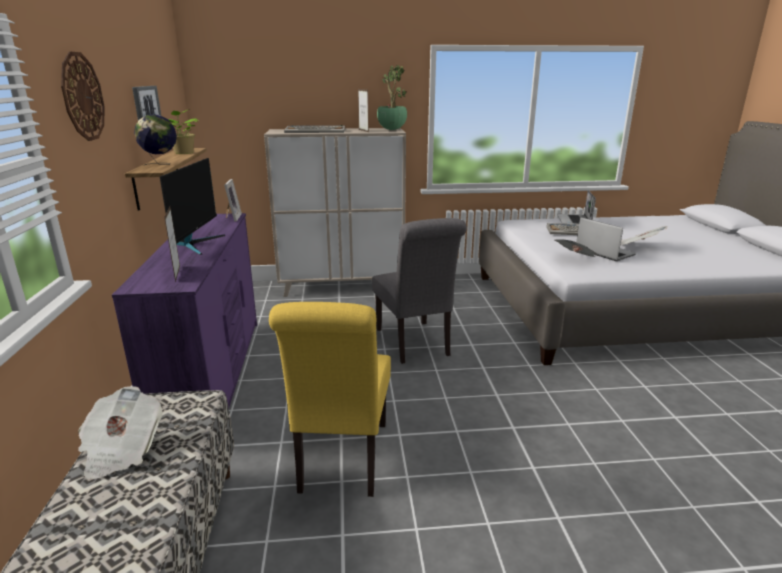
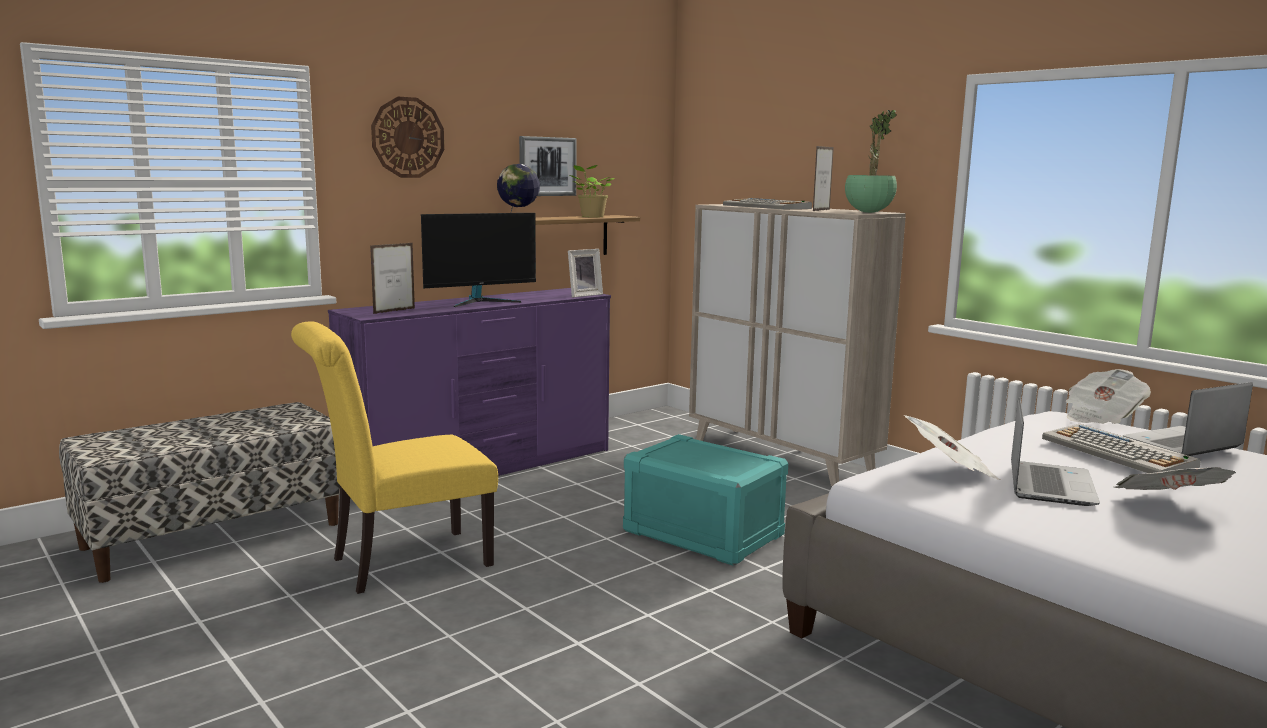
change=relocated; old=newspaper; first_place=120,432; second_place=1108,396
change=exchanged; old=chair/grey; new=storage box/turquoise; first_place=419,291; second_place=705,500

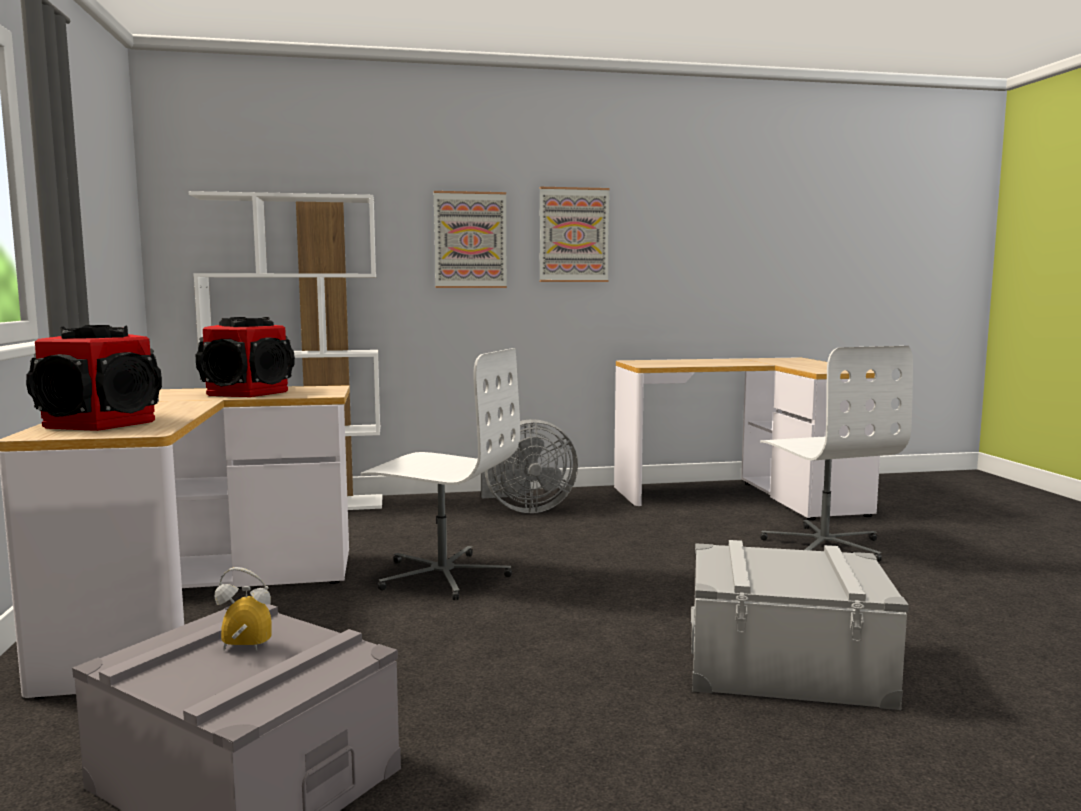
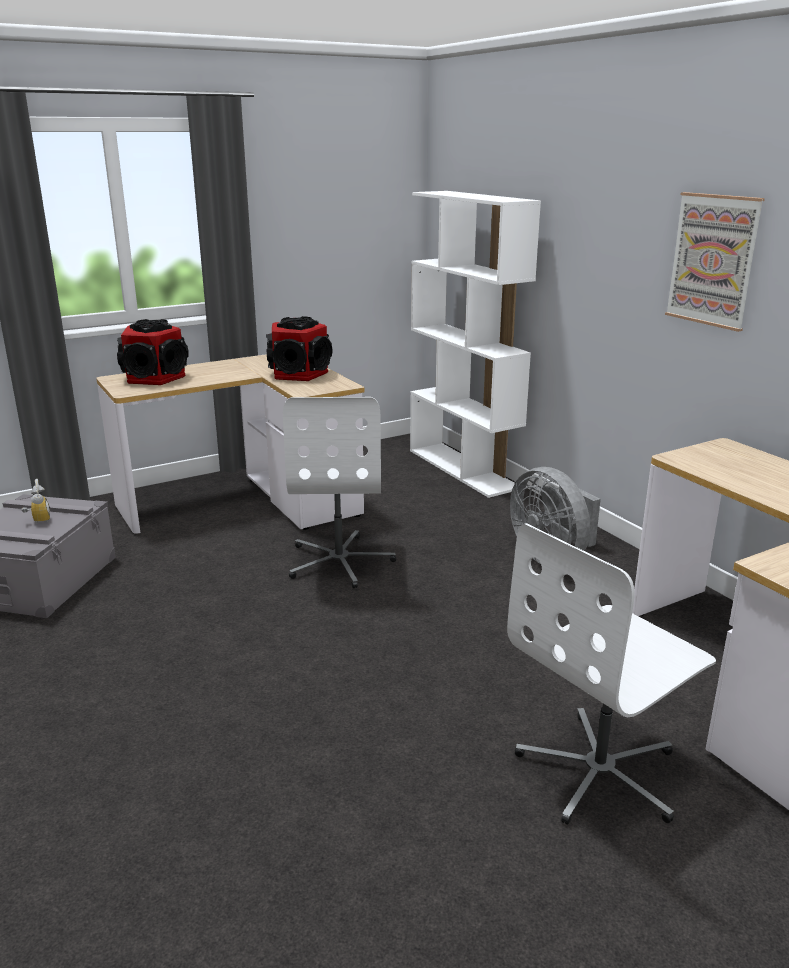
change=missing; old=picture; first_place=470,239
change=missing; old=storage box/grey; first_place=800,625

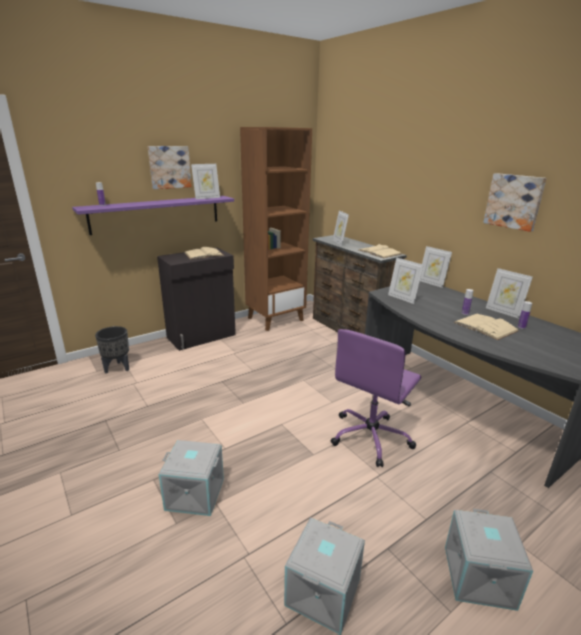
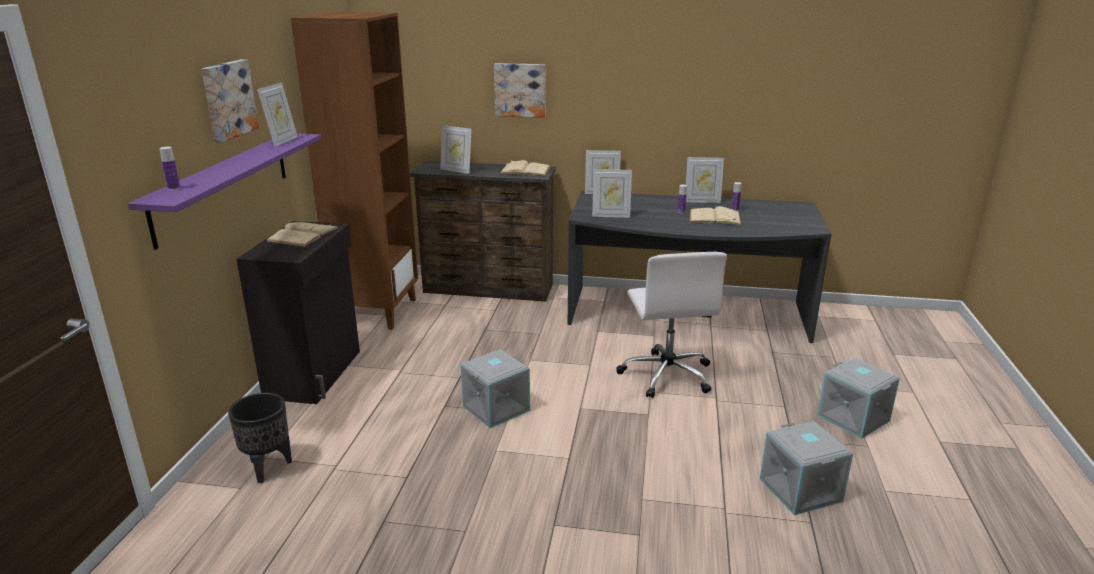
change=relocated; old=storage box/grey; first_place=191,478; second_place=495,388
change=relocated; old=picture; first_place=515,202; second_place=520,90
change=colour; old=office chair/purple; new=office chair/white; first_place=375,398; second_place=671,325

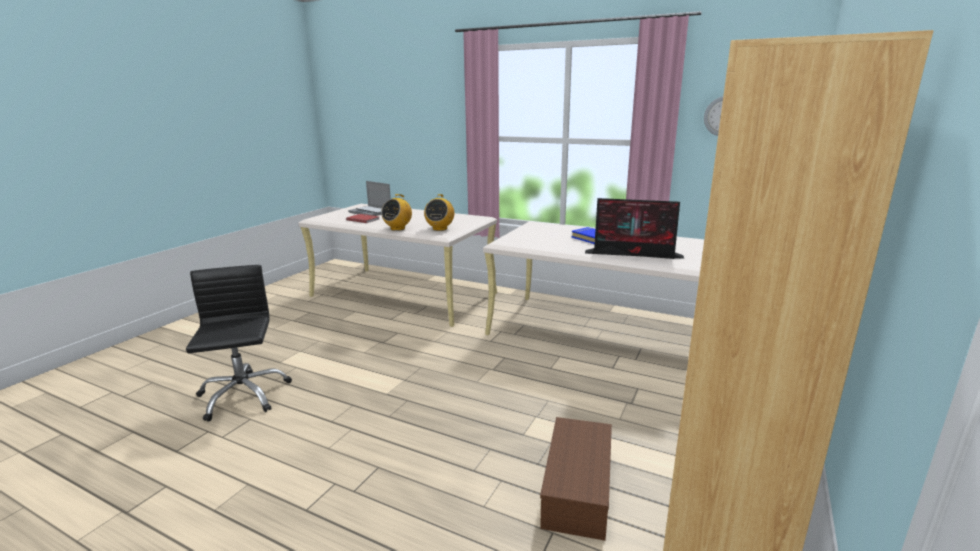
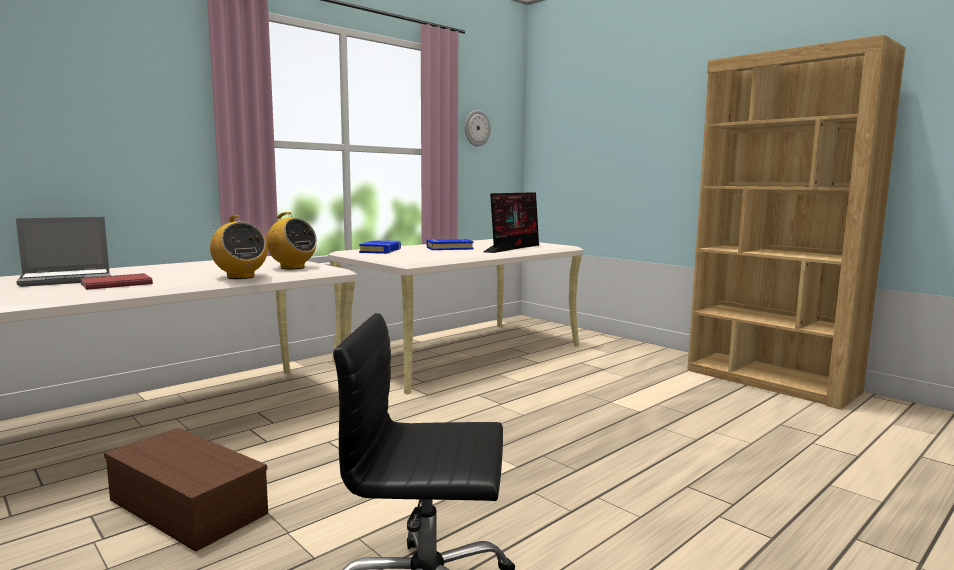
change=appeared; new=book/blue; second_place=380,247
change=relocated; old=storage box/brown; first_place=576,479; second_place=186,490

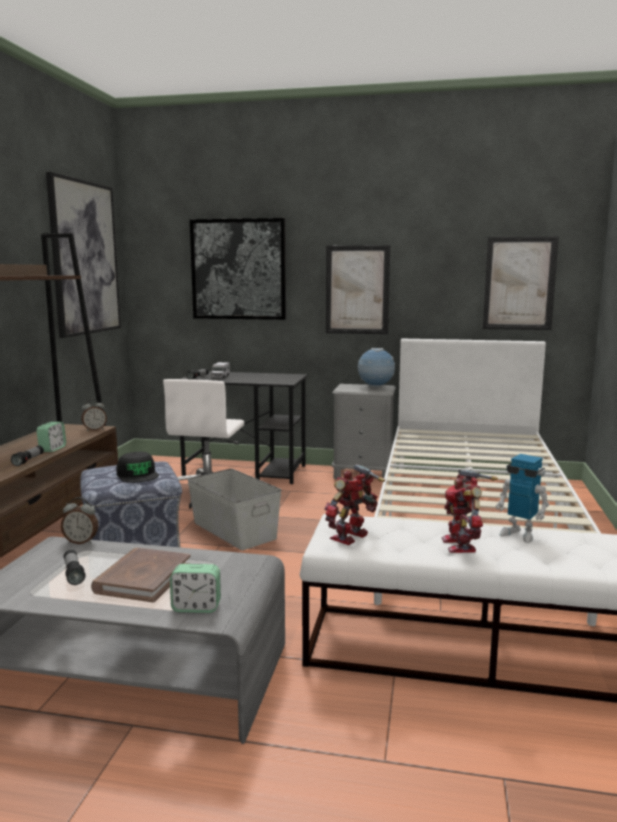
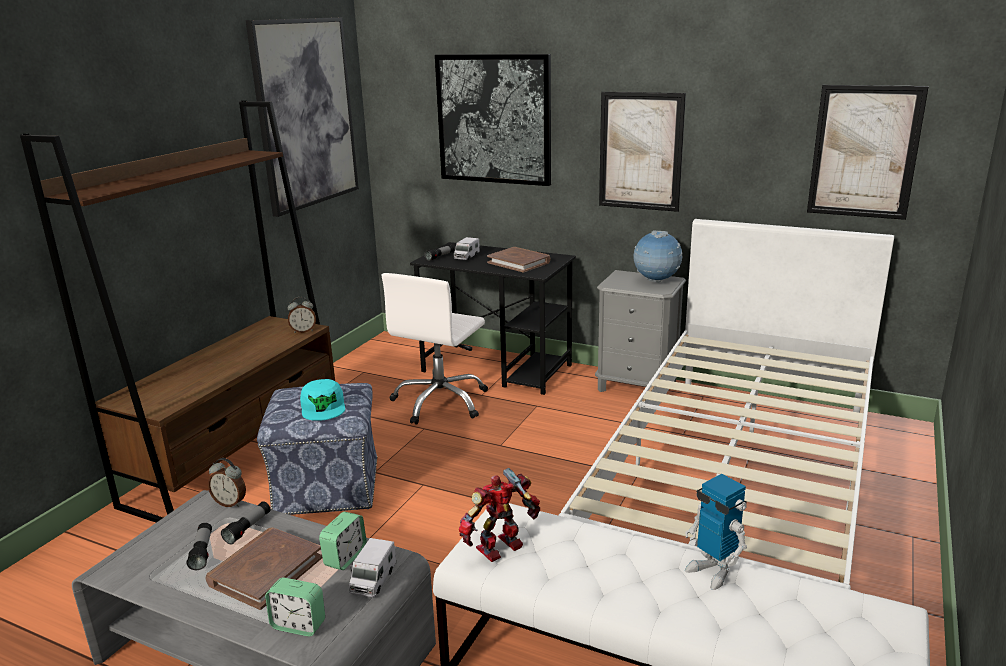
change=missing; old=storage box/grey; first_place=234,509
change=missing; old=toy robot; first_place=470,511
change=appeared; new=toy truck; second_place=372,568
change=appeared; new=book/brown; second_place=519,260
change=relocated; old=flashlight; first_place=27,455; second_place=245,522
change=relocated; old=alarm clock; first_place=51,437; second_place=343,541
change=colour; old=cap/black; new=cap/turquoise; first_place=137,467; second_place=322,400

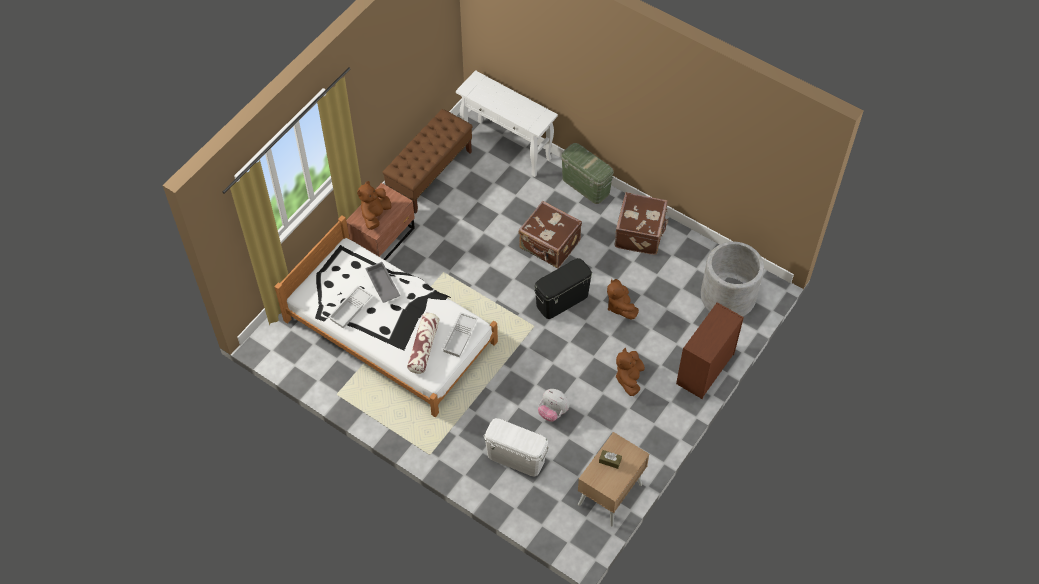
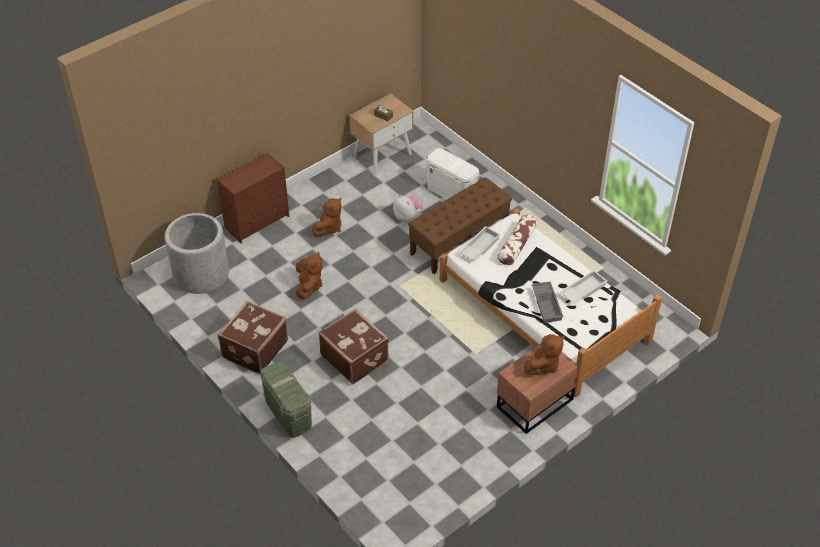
change=missing; old=console table/white; first_place=507,123
change=missing; old=storage box/black; first_place=563,288
change=relocated; old=bench/brown; first_place=427,161; second_place=460,225

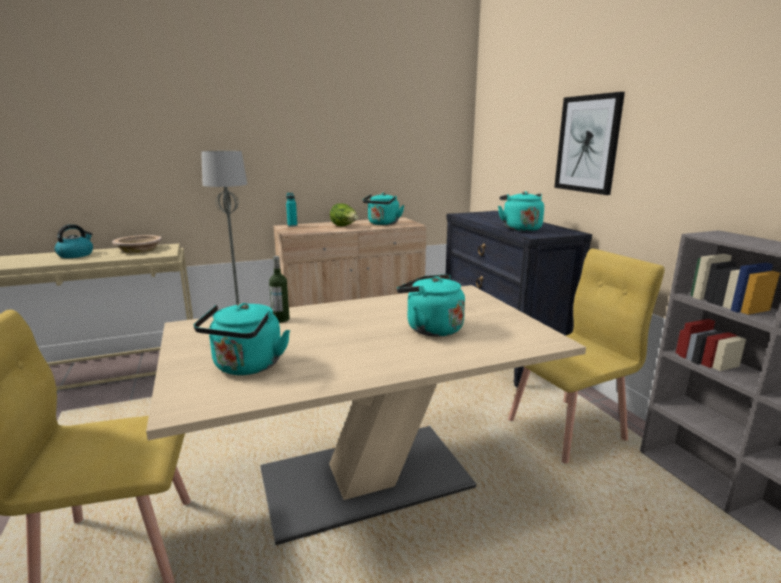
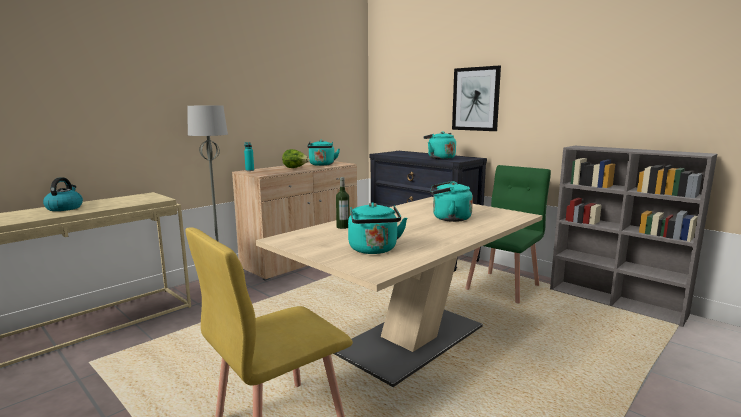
change=missing; old=bowl/beige; first_place=137,244
change=colour; old=chair/yellow; new=chair/green; first_place=586,356; second_place=508,234

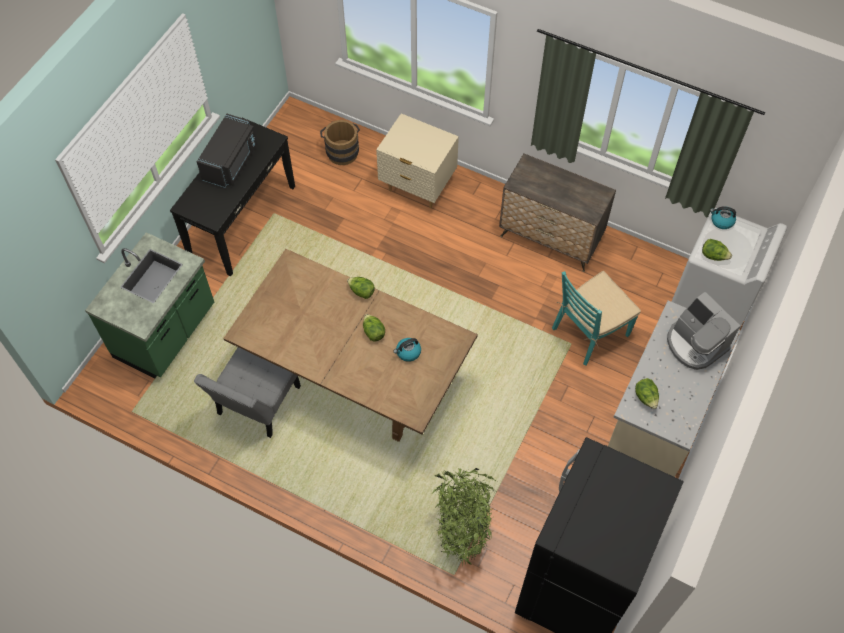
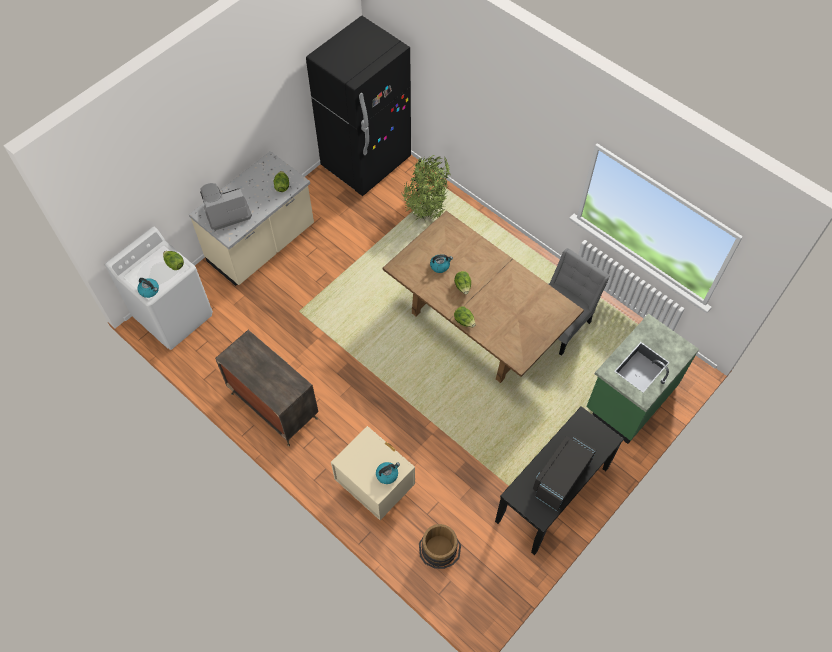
change=missing; old=chair/turquoise; first_place=596,318
change=appeared; new=kettle; second_place=388,473
change=spun; old=coffee machine; first_place=704,331; second_place=226,206; degrees=-90

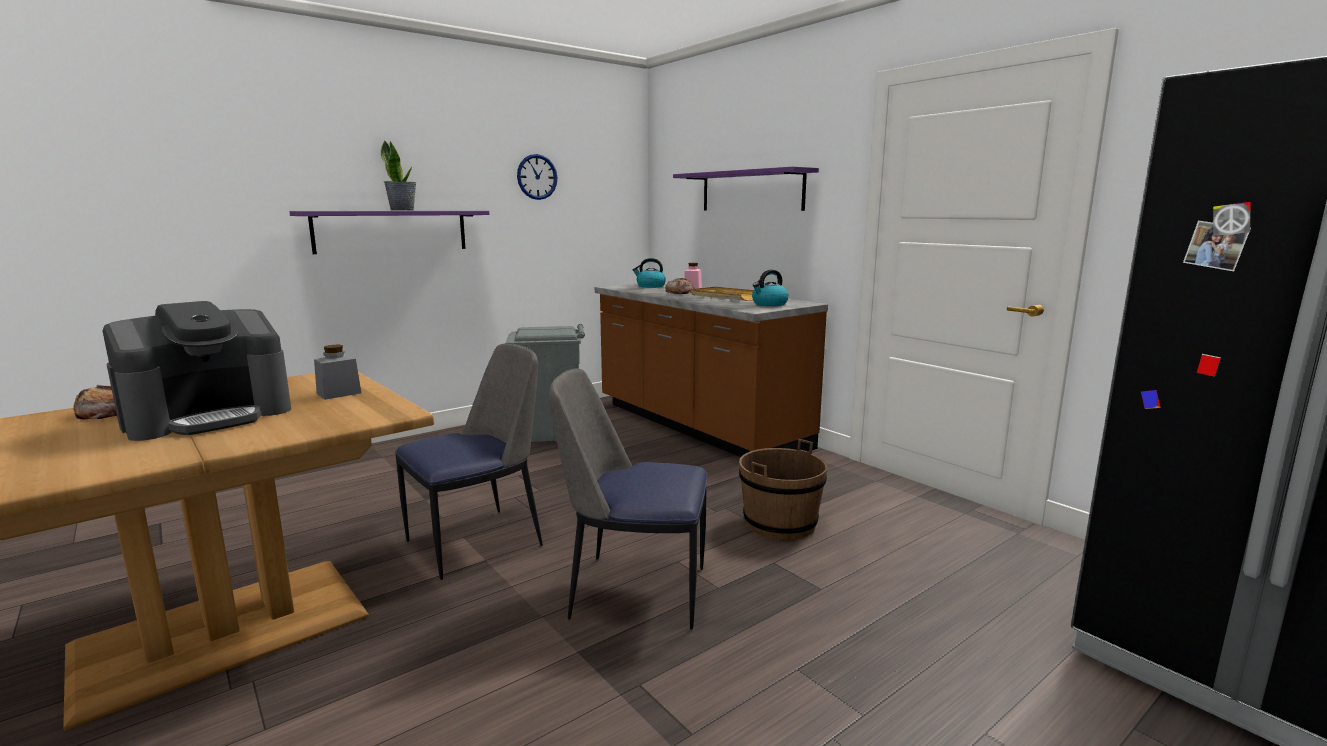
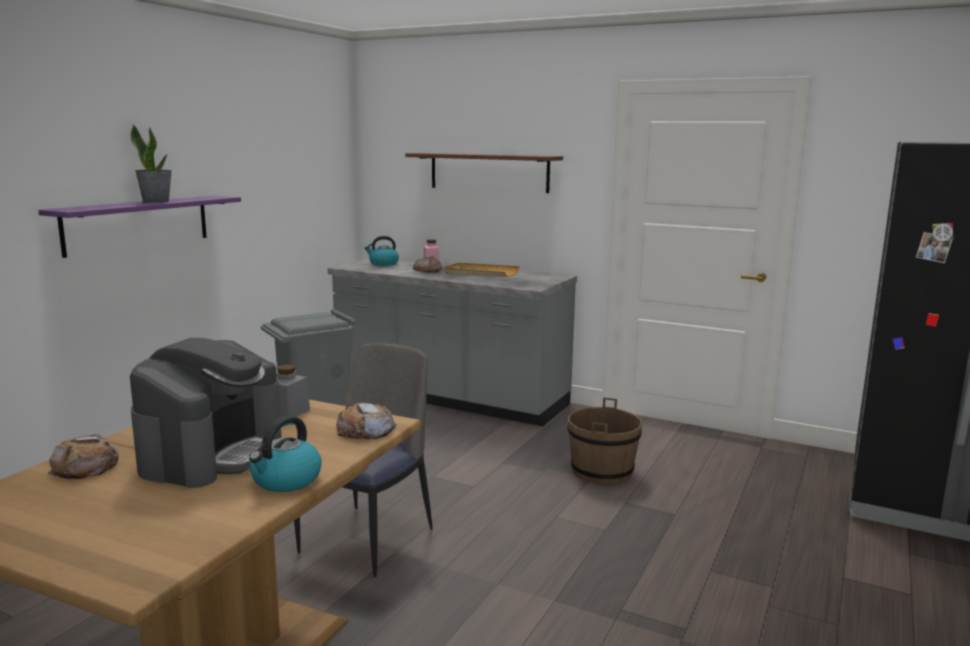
change=missing; old=wall clock; first_place=537,177
change=missing; old=chair; first_place=628,499
change=appeared; new=bread; second_place=366,421
change=relocated; old=kettle; first_place=770,288; second_place=285,454
change=colour; old=counter/brown; new=counter/grey; first_place=711,369; second_place=452,342
change=colour; old=shelf/purple; new=shelf/brown; first_place=746,188; second_place=484,173

